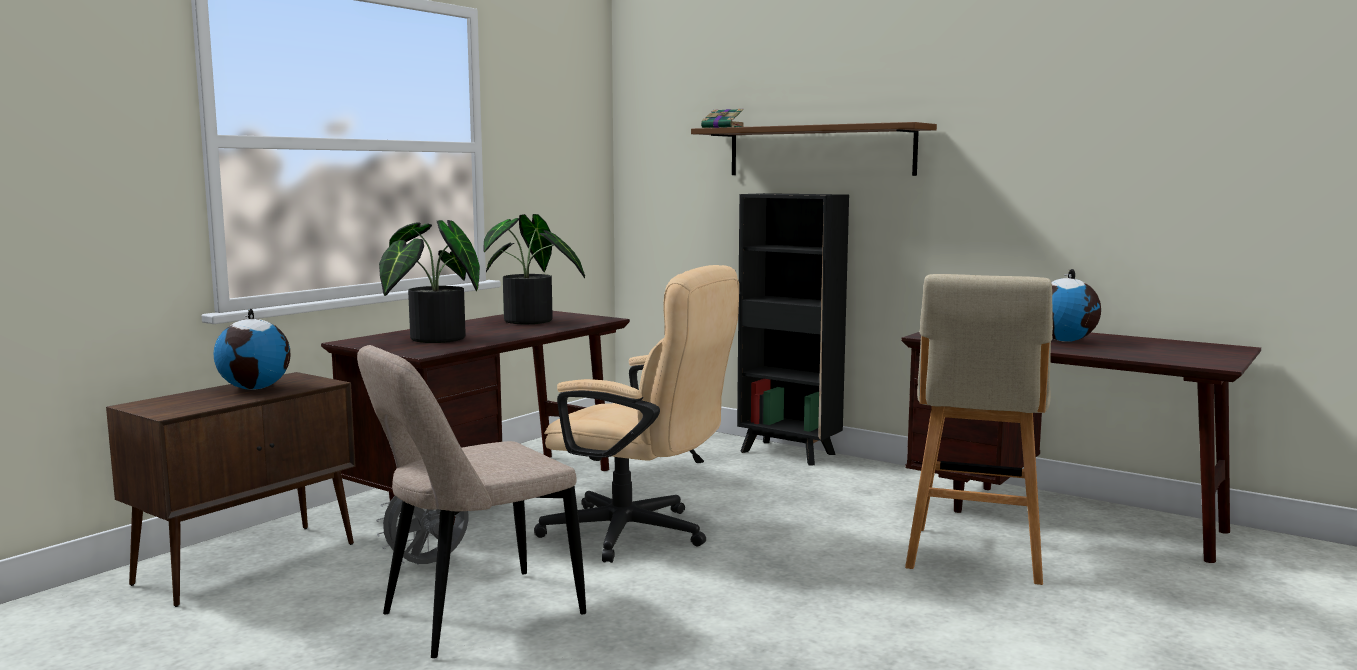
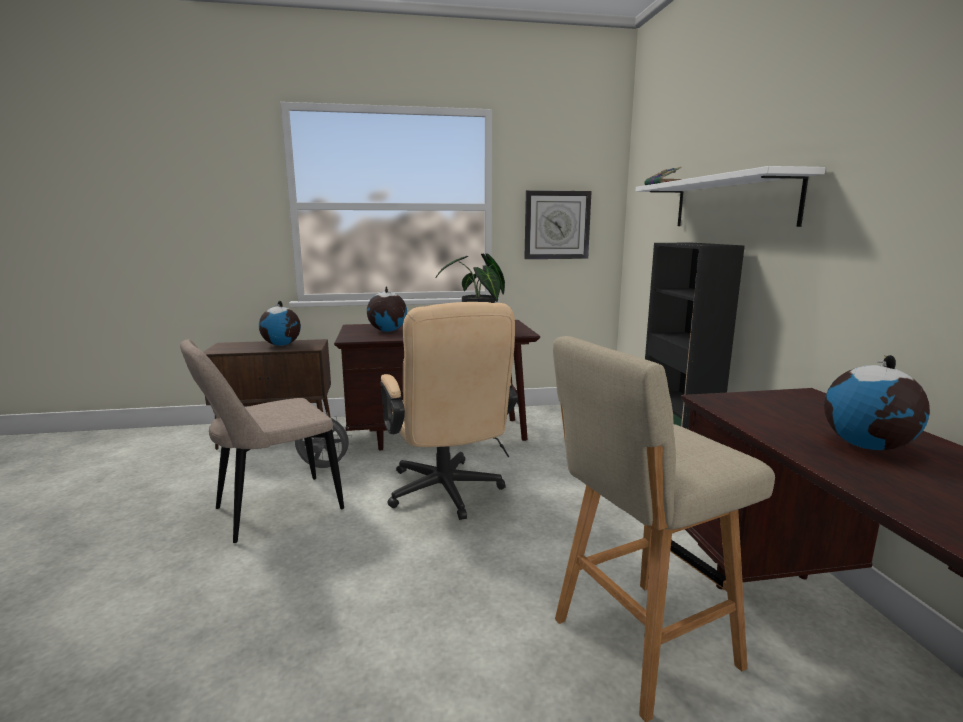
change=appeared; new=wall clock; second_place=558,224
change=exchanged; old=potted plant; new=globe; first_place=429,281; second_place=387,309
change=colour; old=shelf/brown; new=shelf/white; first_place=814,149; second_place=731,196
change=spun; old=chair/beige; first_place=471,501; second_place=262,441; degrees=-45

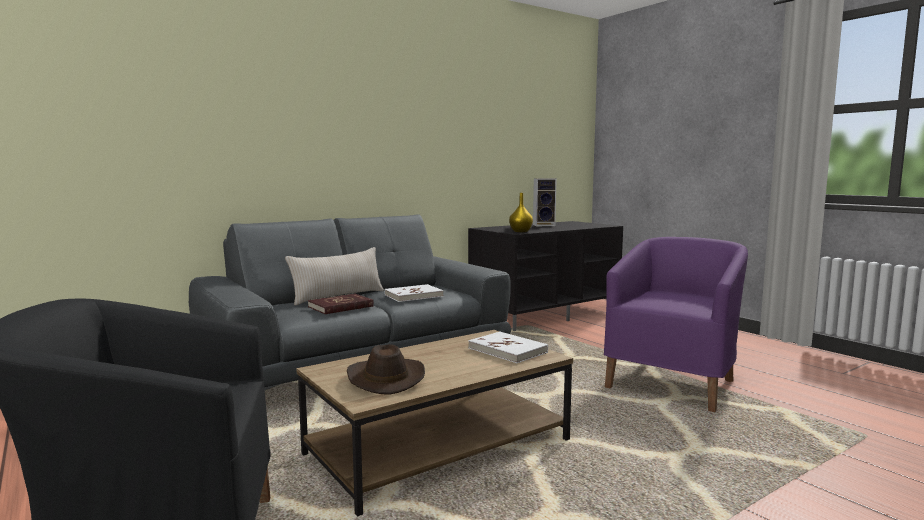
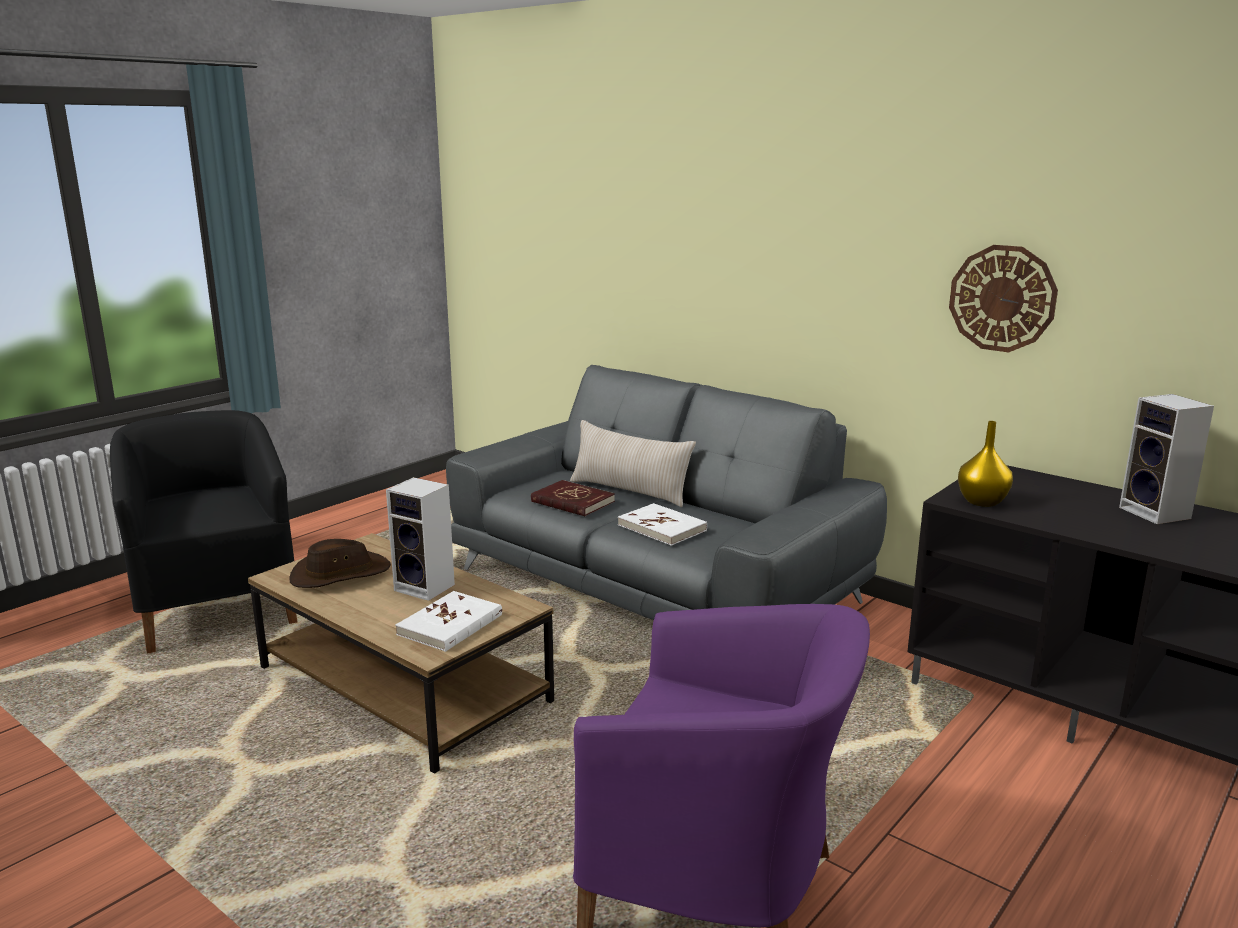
change=appeared; new=speaker; second_place=420,539
change=appeared; new=wall clock; second_place=1003,298

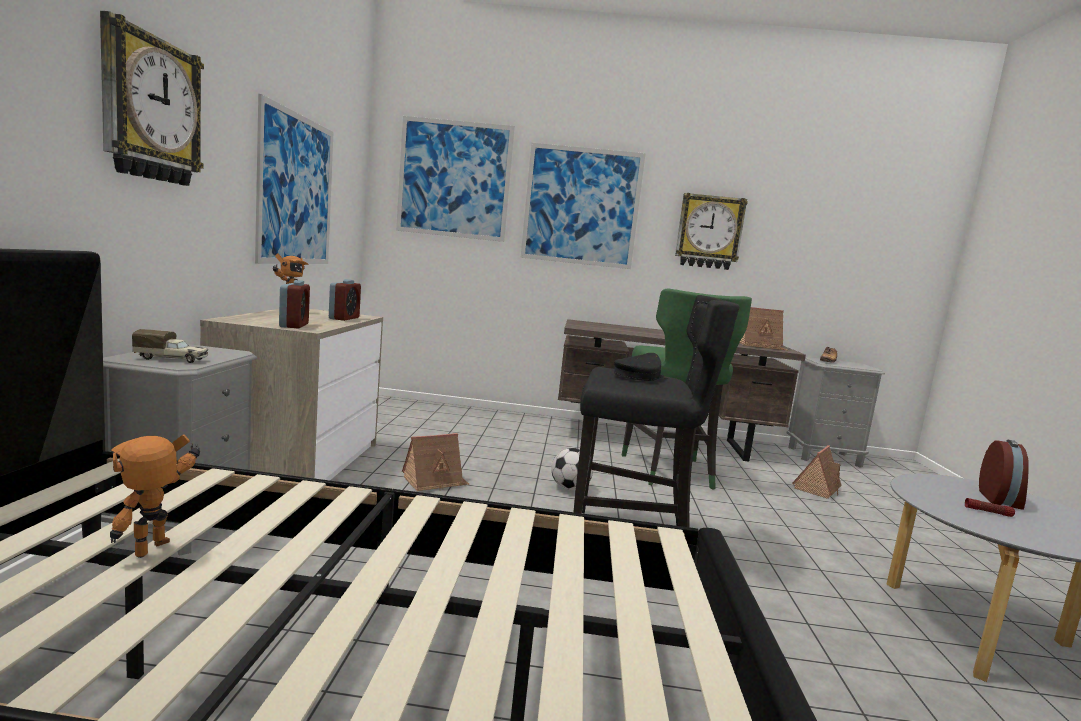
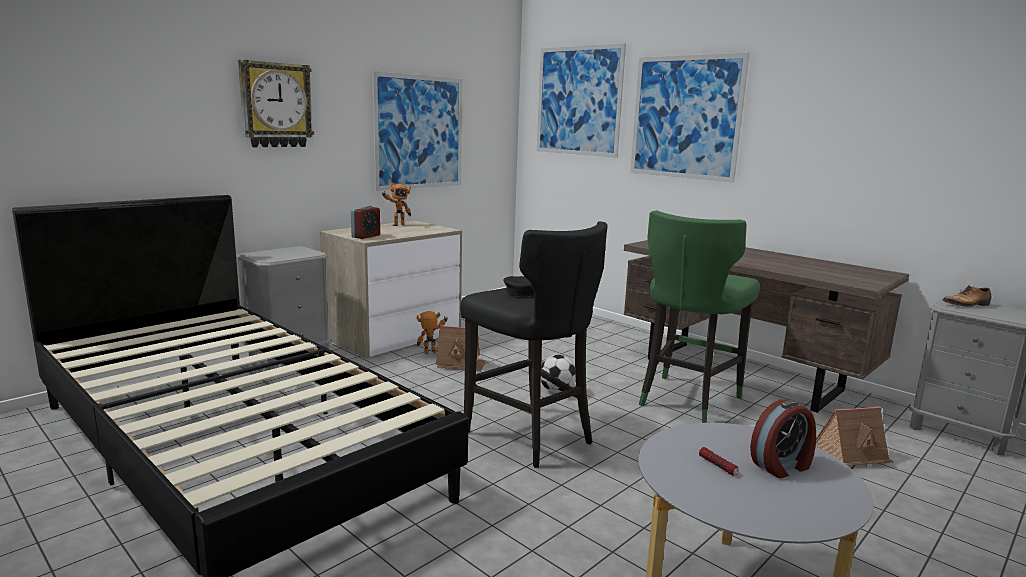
change=missing; old=toy truck; first_place=170,346
change=missing; old=alarm clock; first_place=345,300
change=missing; old=wall clock; first_place=711,231
change=missing; old=toy house; first_place=763,329
change=relocated; old=toy robot; first_place=155,496; second_place=432,332

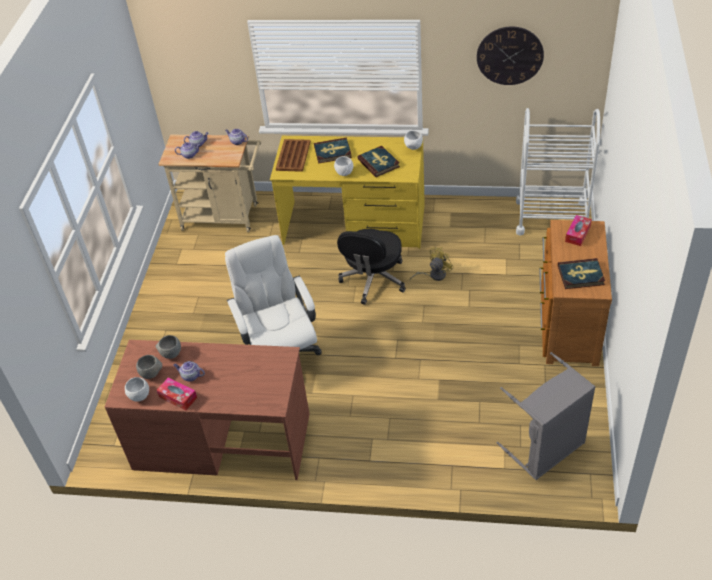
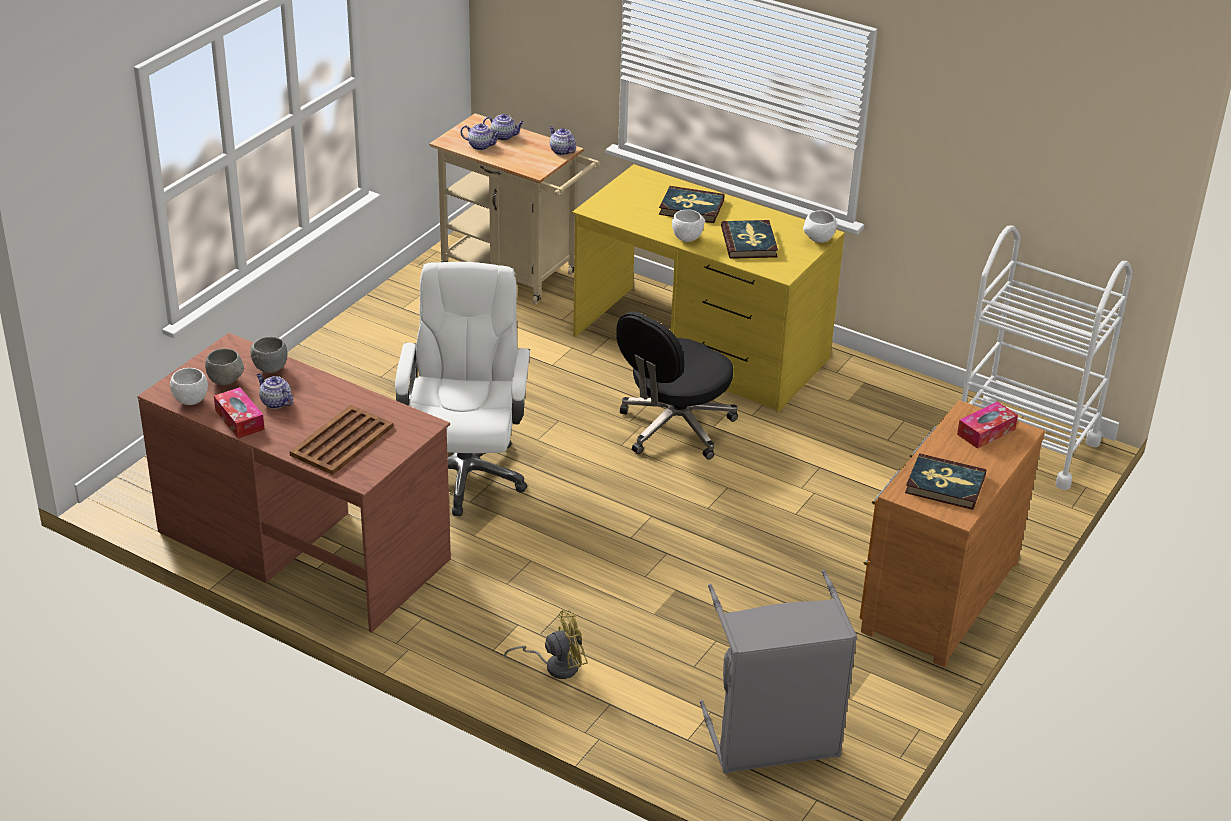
change=missing; old=wall clock; first_place=510,56
change=relocated; old=tray/brown; first_place=293,155; second_place=341,440
change=relocated; old=fan/yellow; first_place=431,264; second_place=546,644

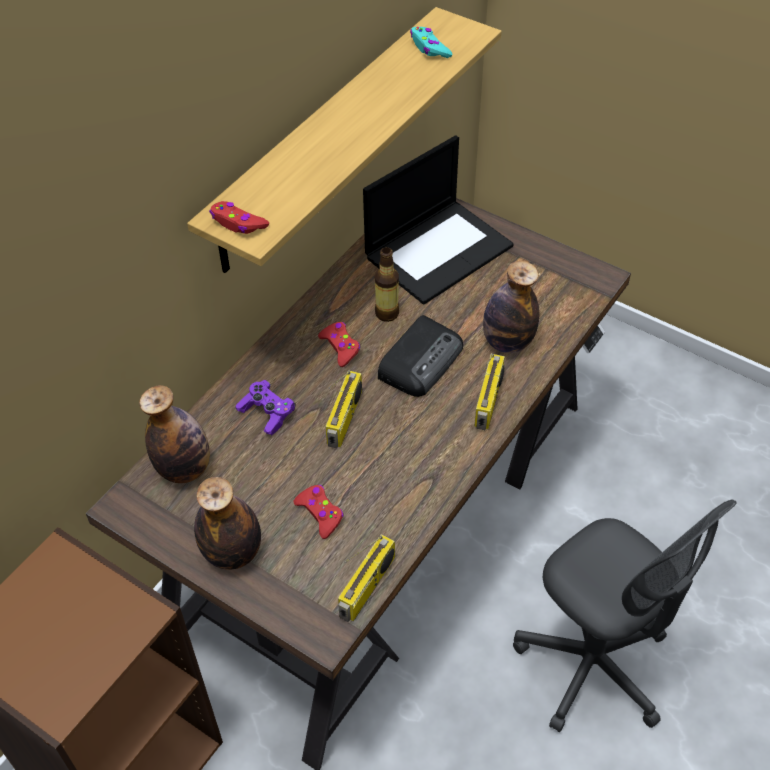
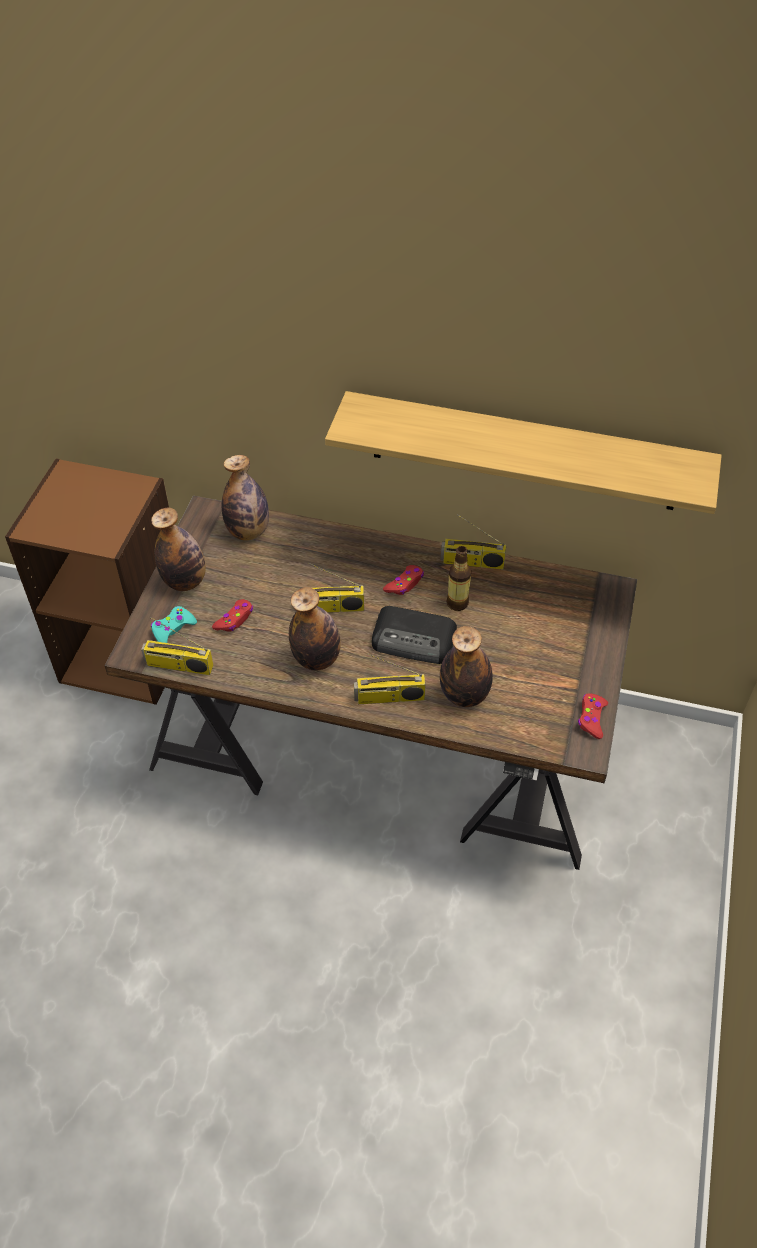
change=missing; old=game controller/purple; first_place=265,407
change=missing; old=laptop; first_place=438,220
change=missing; old=office chair/grey; first_place=625,615
change=appeared; new=bottle; second_place=315,628
change=appeared; new=radio; second_place=473,542
change=relocated; old=game controller/red; first_place=239,217; second_place=593,716
change=relocated; old=game controller/turquoise; first_place=431,42; second_place=174,624

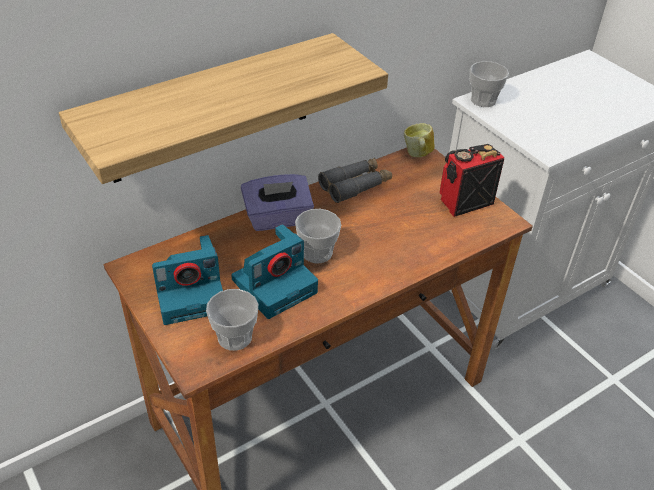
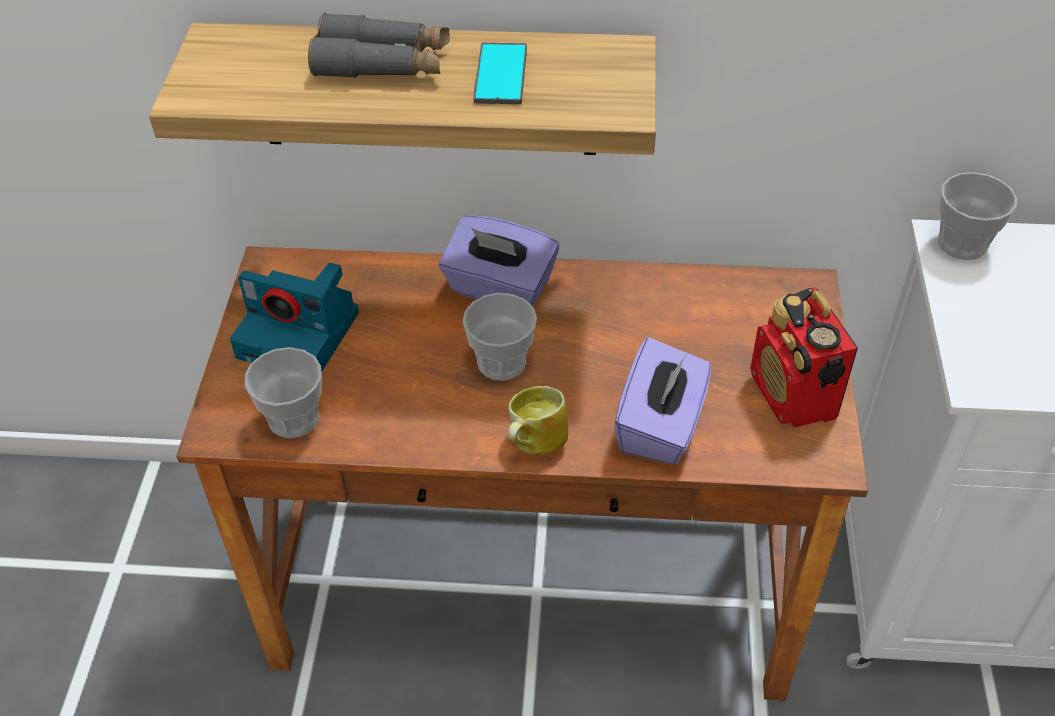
change=missing; old=photo camera; first_place=274,271
change=appeared; new=phone; second_place=500,73
change=appeared; new=tissue box/purple; second_place=663,401
change=relocated; old=binoculars/grey; first_place=355,180; second_place=378,45
change=relocated; old=mug; first_place=419,140; second_place=538,420
change=spun; old=radio; first_place=472,180; second_place=804,357; degrees=-120

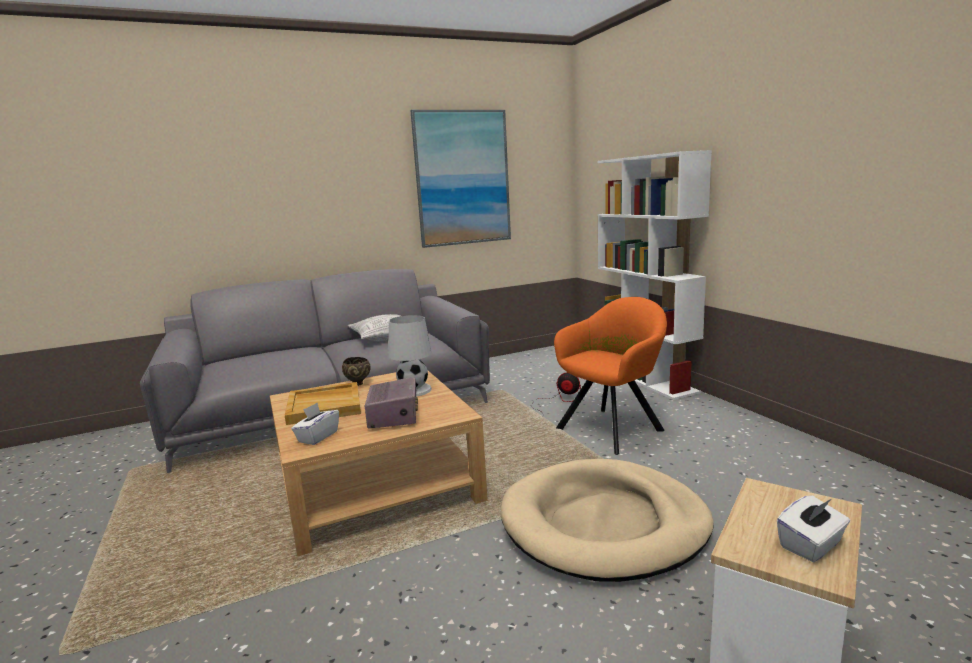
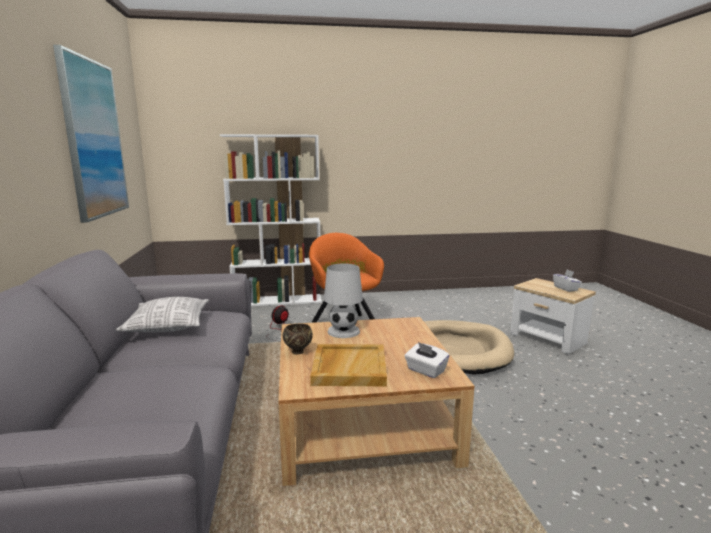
change=missing; old=radio; first_place=391,403

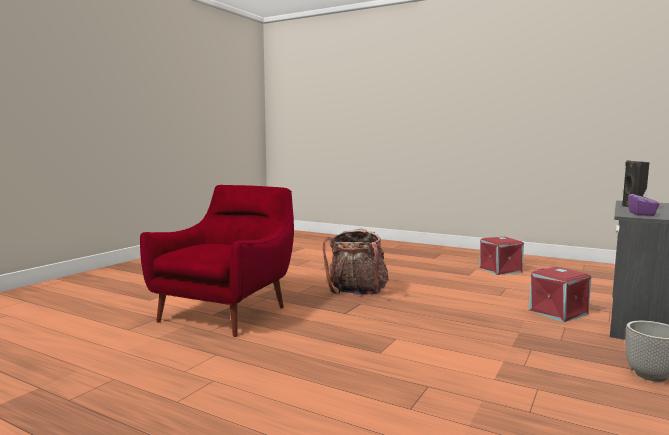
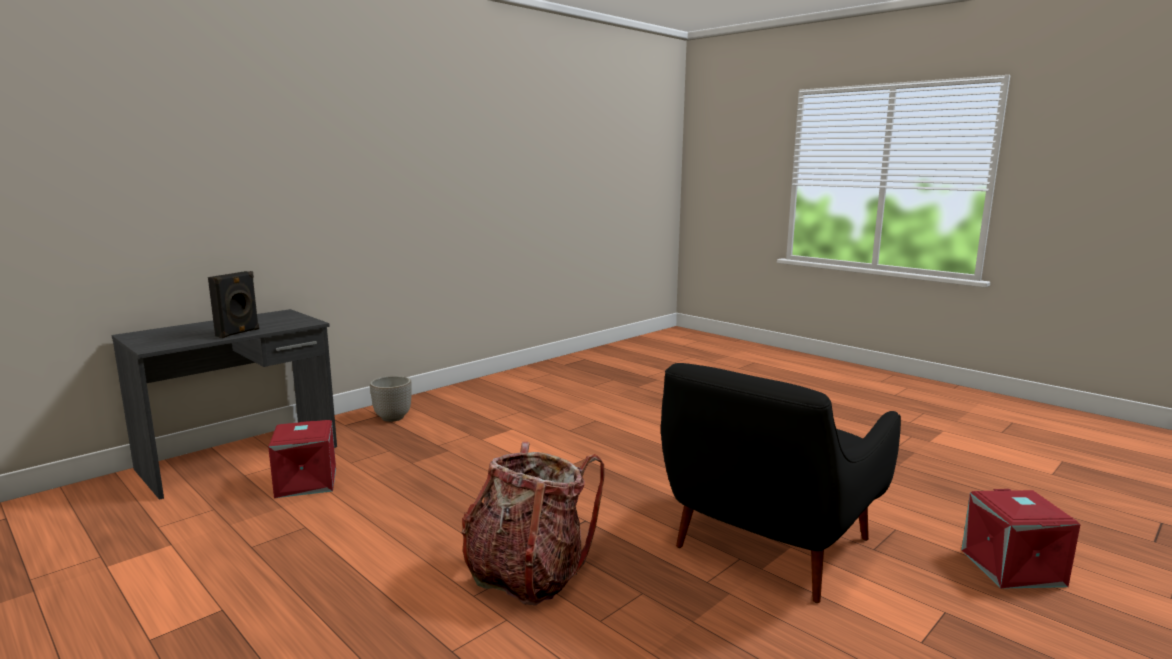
change=missing; old=tissue box/purple; first_place=643,202
change=relocated; old=storage box/red; first_place=501,256; second_place=1021,539
change=colour; old=armchair/red; new=armchair/black; first_place=217,261; second_place=781,483

